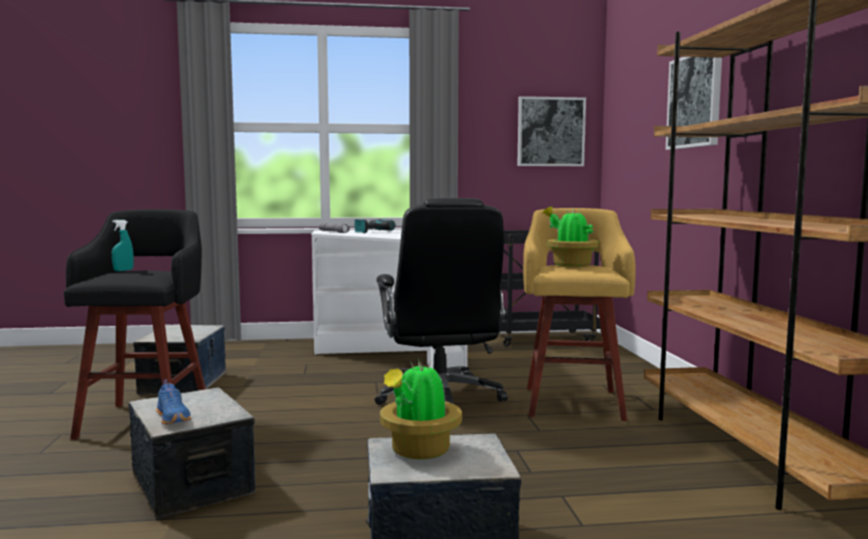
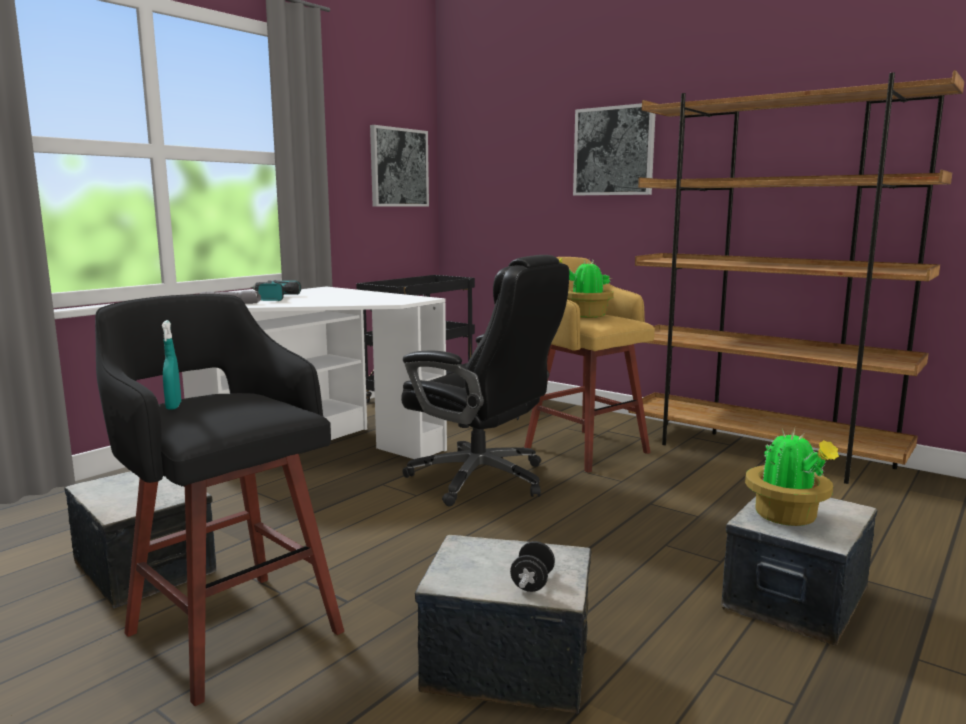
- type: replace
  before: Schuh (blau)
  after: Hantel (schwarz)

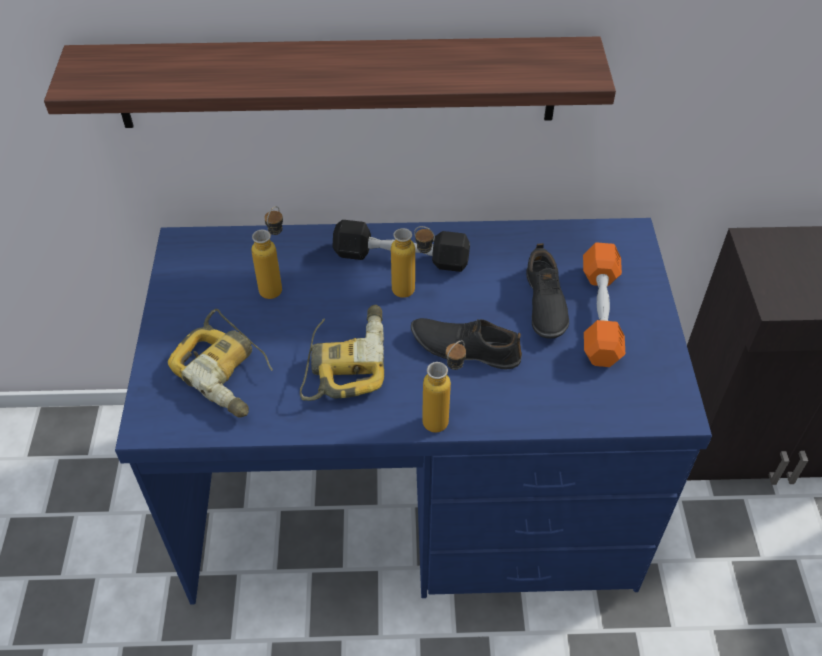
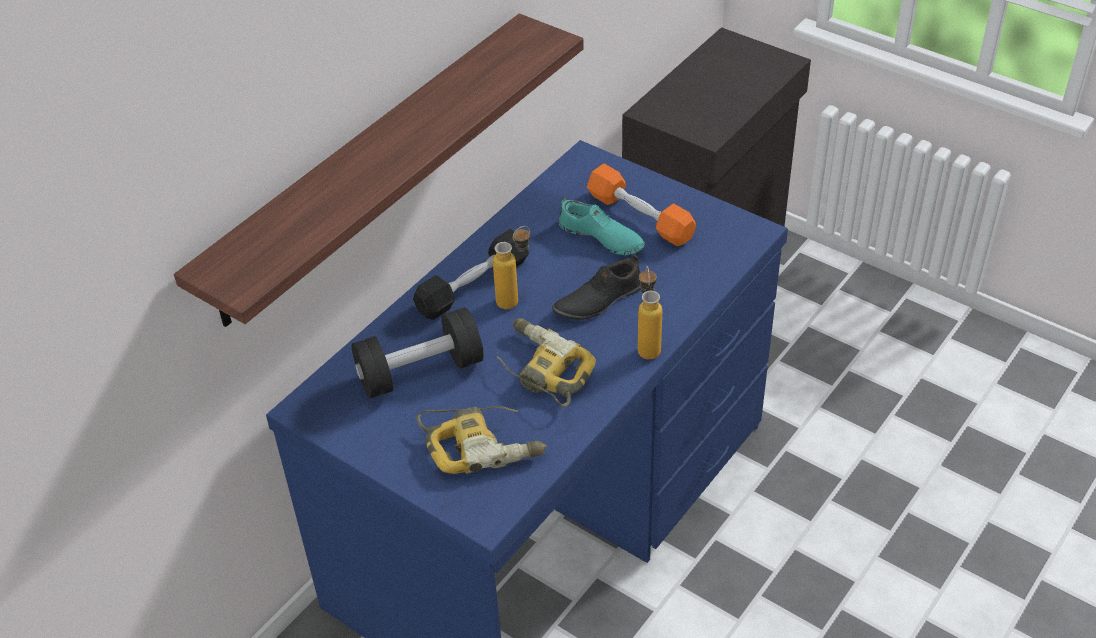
- type: replace
  before: Flasche (1st from left)
  after: Hantel (schwarz) (1st from left)
- type: recolor
  before: Schuh (schwarz) (2nd from left)
  after: Schuh (türkis)

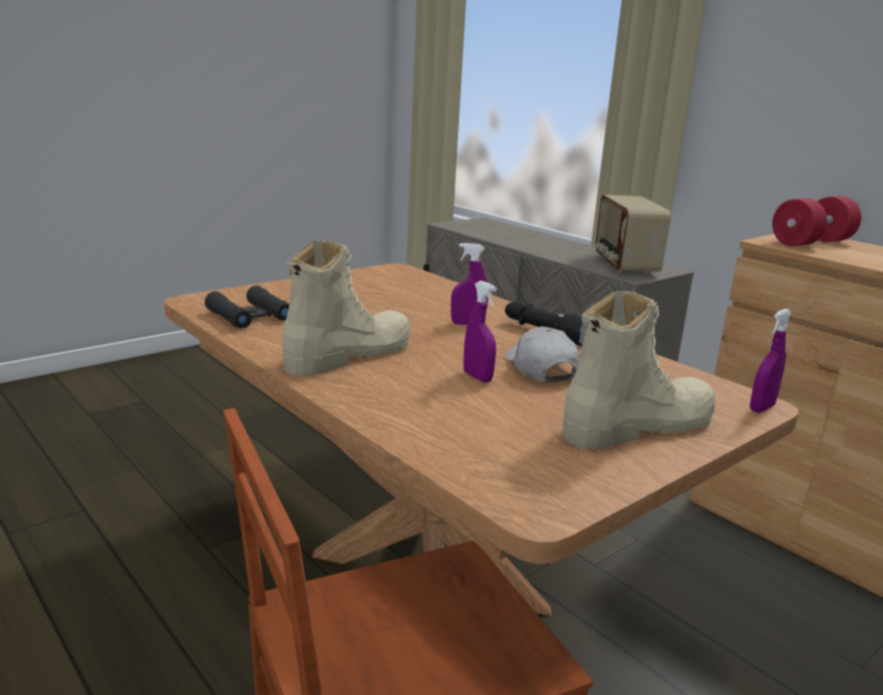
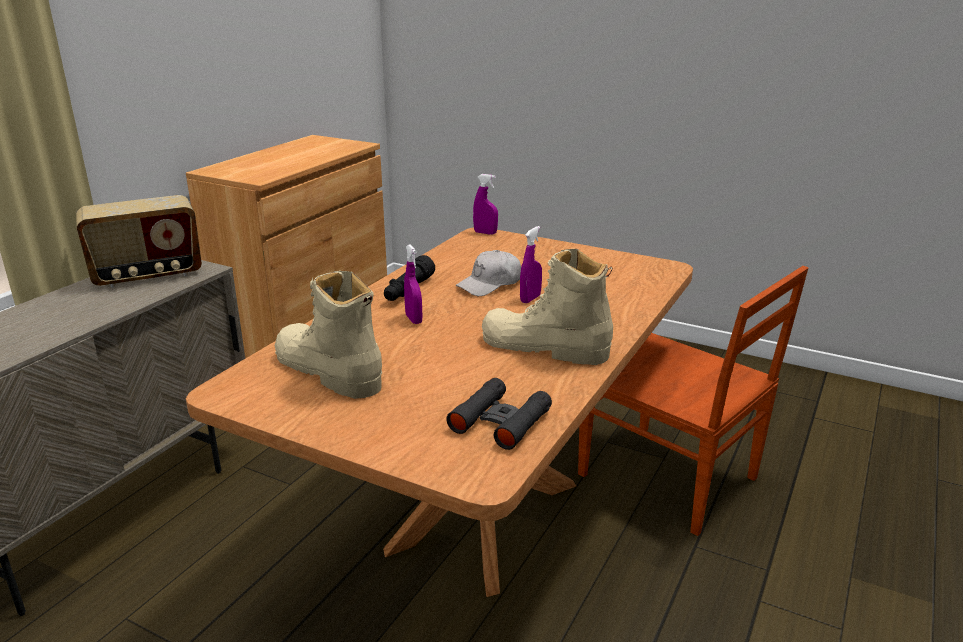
- type: move
  before: Stiefel (beige) (2nd from left in the first image)
  after: Stiefel (beige) (1st from left)
- type: delete
  before: Hantel (rot)

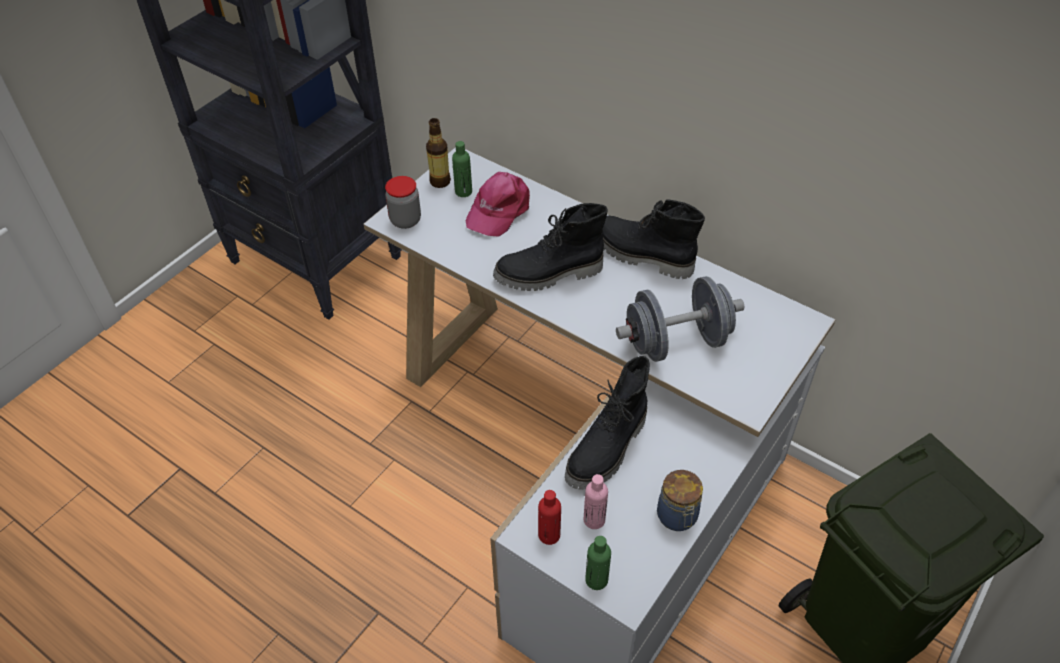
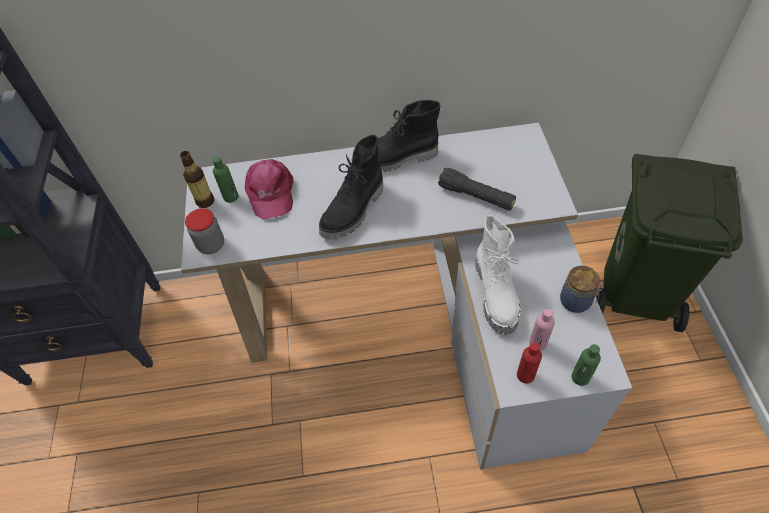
- type: recolor
  before: Stiefel (schwarz) (2nd from left)
  after: Stiefel (weiß)
- type: replace
  before: Hantel (grau)
  after: Taschenlampe (schwarz)

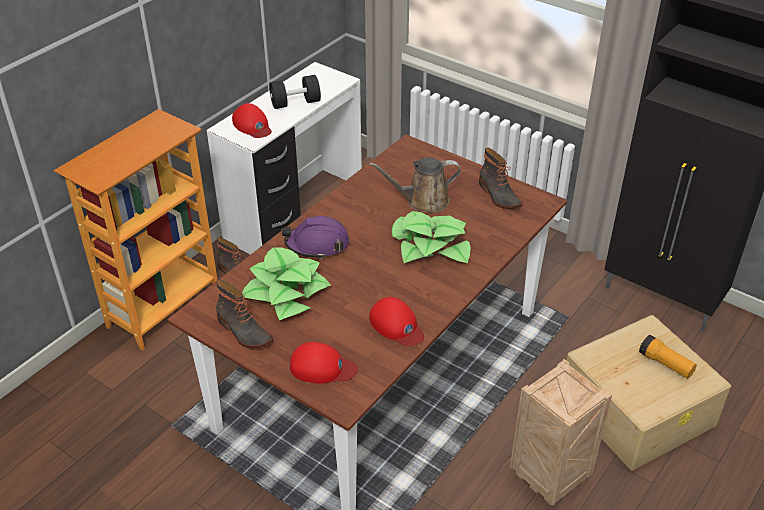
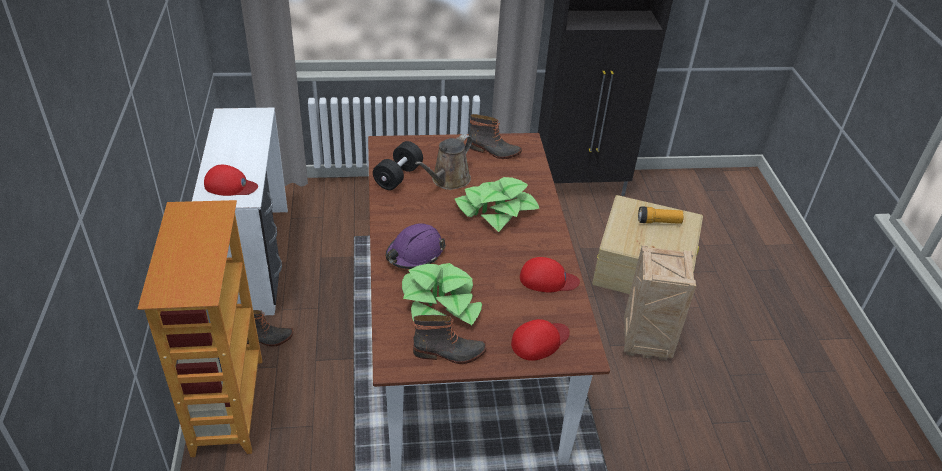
- type: move
  before: Hantel (schwarz)

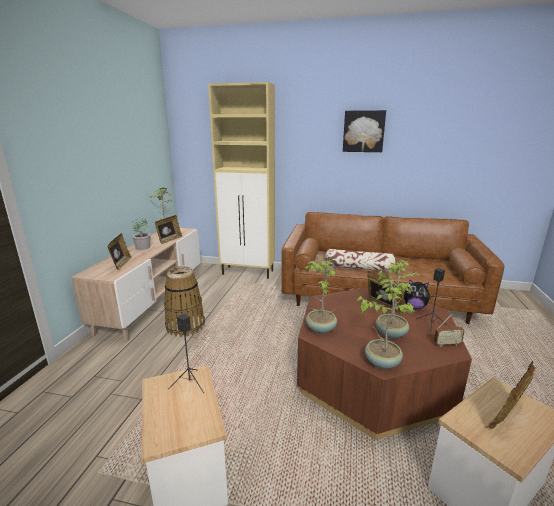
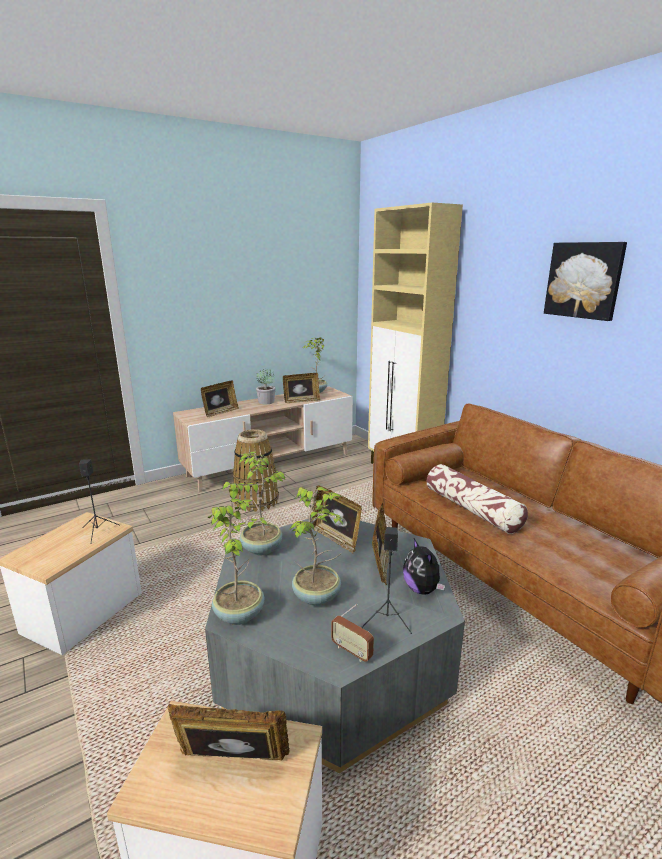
- type: recolor
  before: Couchtisch (braun)
  after: Couchtisch (grau)
- type: insert
  after: Bilderrahmen (4th from left)

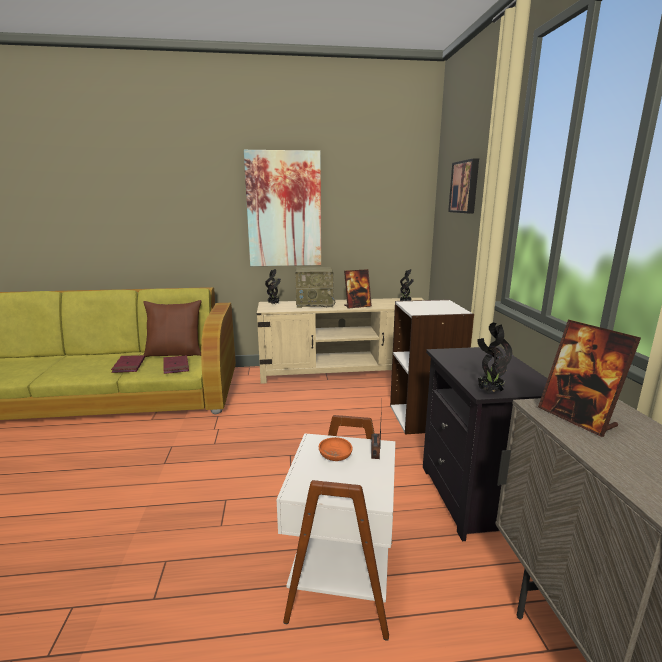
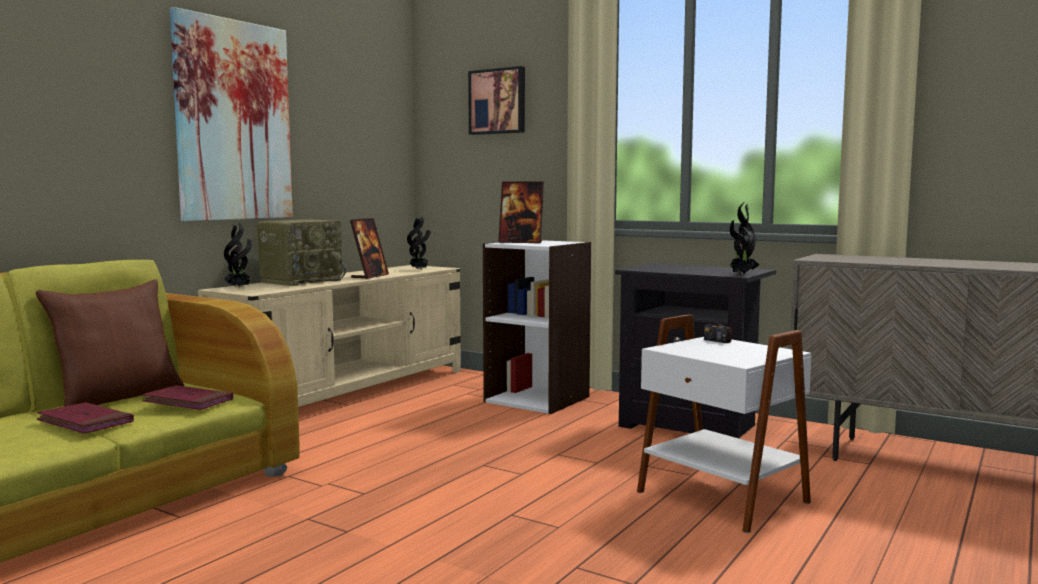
- type: delete
  before: Schüssel (orange)
- type: move
  before: Bilderrahmen (2nd from left)

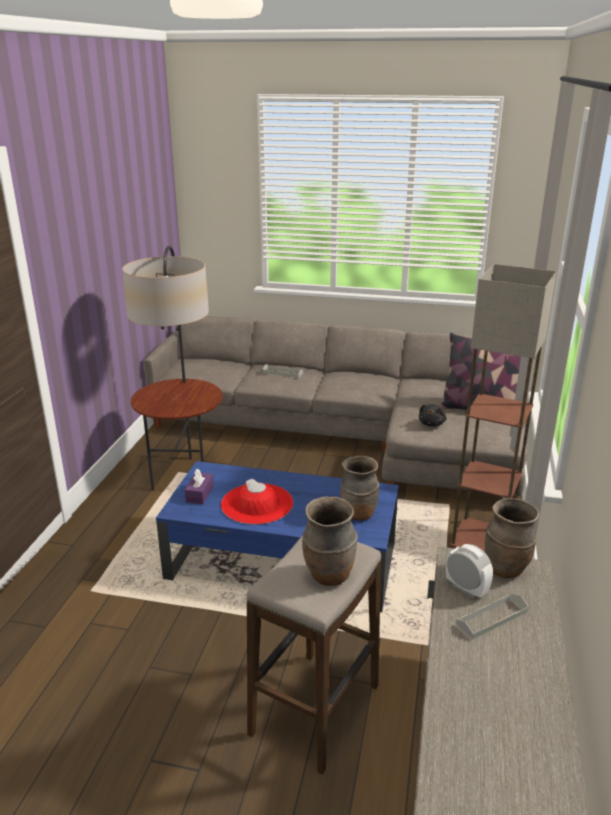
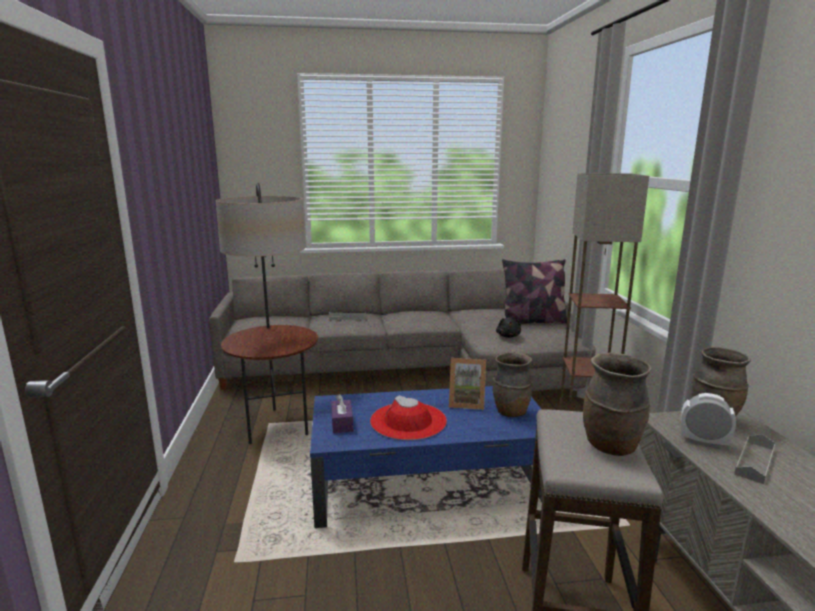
- type: insert
  after: Bilderrahmen

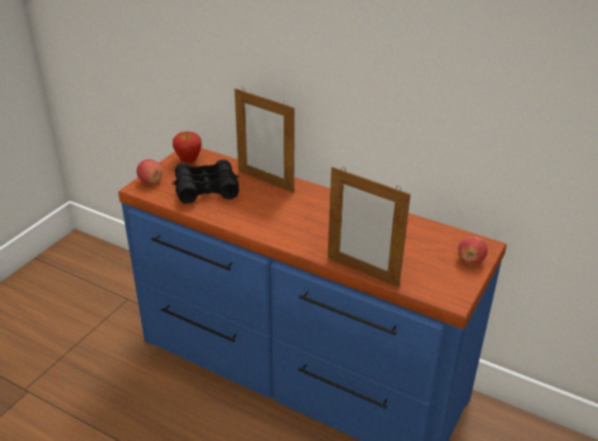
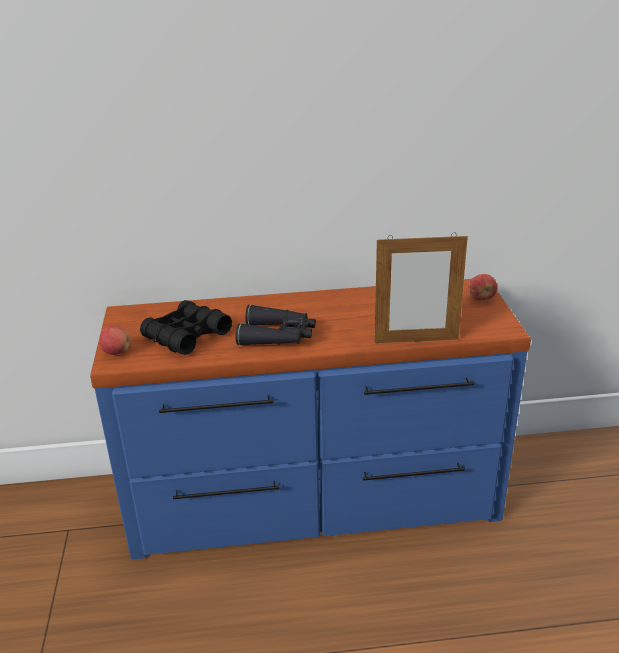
- type: delete
  before: Apfel (2nd from left)
- type: delete
  before: Bilderrahmen (1st from left)
- type: insert
  after: Fernglas (schwarz) (2nd from left)

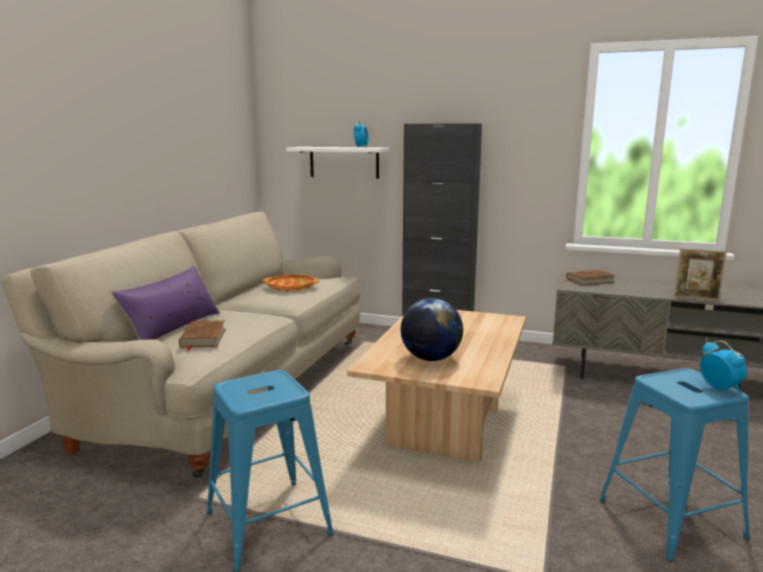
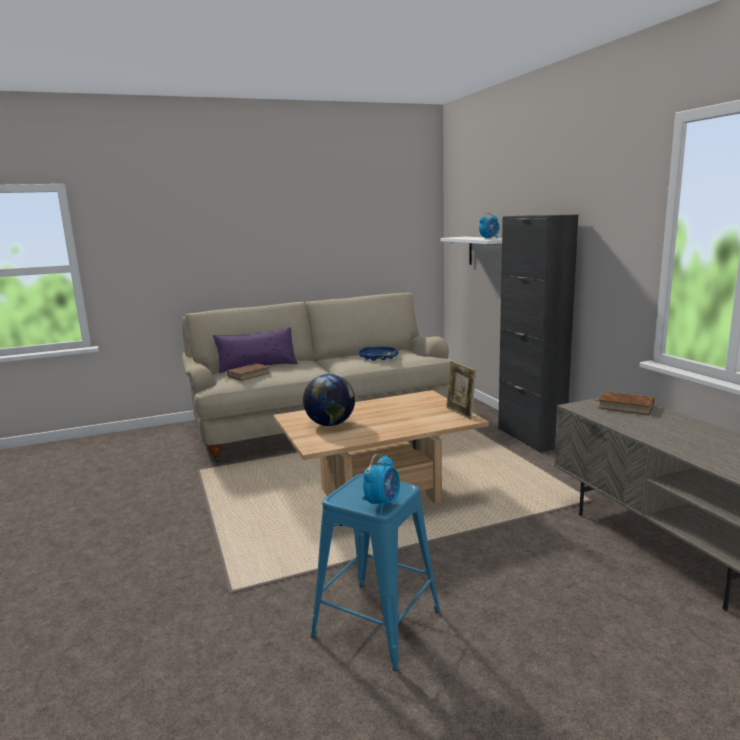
- type: delete
  before: Hocker (blau) (1st from left)
- type: recolor
  before: Tablett (orange)
  after: Tablett (blau)
- type: move
  before: Bilderrahmen

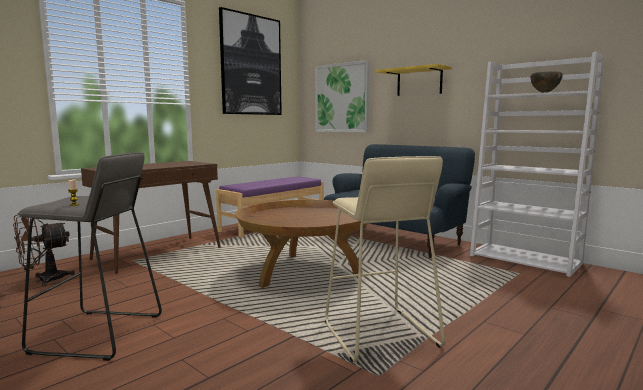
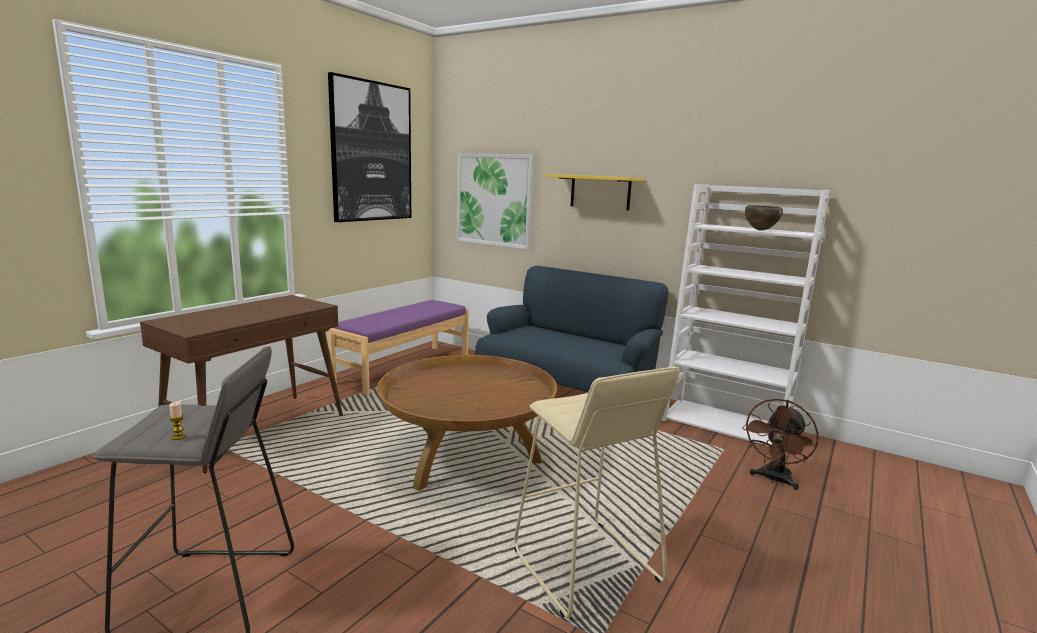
- type: move
  before: Ventilator (braun)

